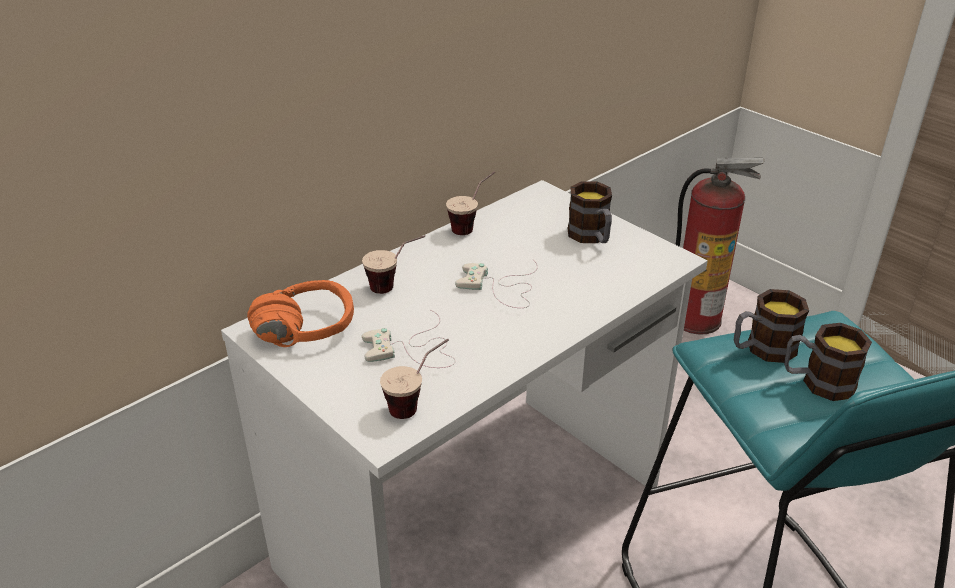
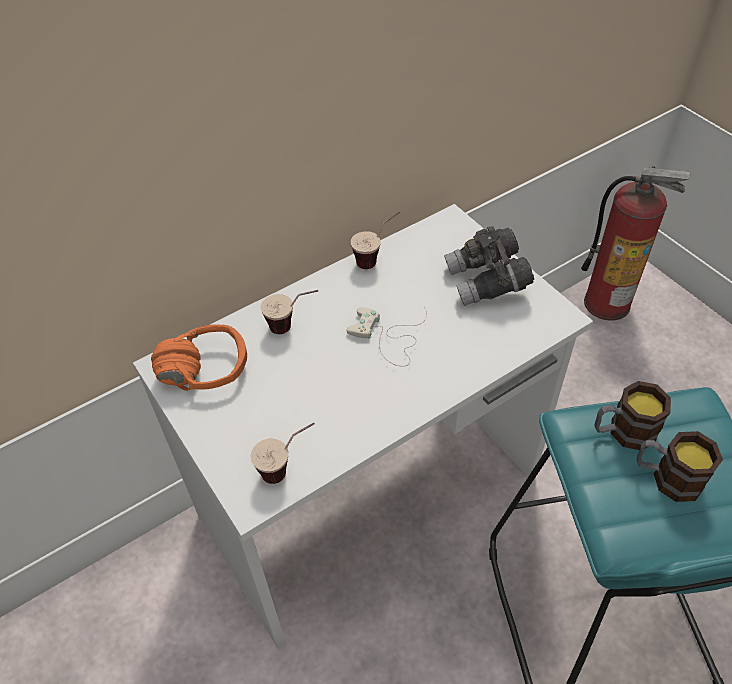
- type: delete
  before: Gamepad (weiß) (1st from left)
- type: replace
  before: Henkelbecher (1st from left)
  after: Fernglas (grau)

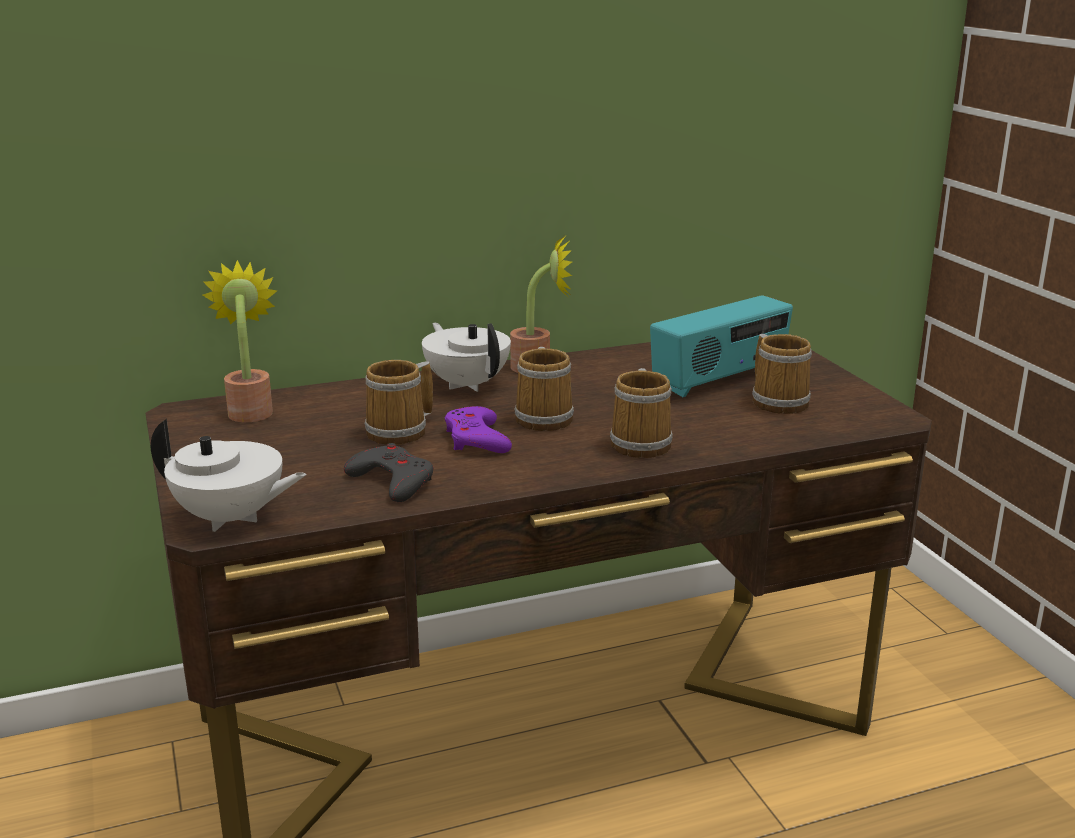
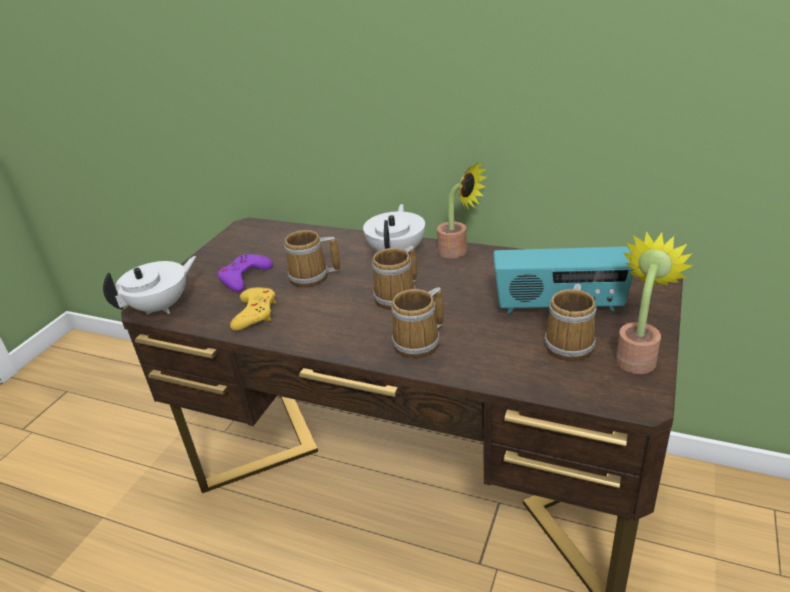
- type: rotate
  before: Teekanne (weiß) (1st from left)
  turn: -105
- type: move
  before: Topfpflanze (1st from left in the first image)
  after: Topfpflanze (2nd from left)
- type: recolor
  before: Gamepad (grau)
  after: Gamepad (gelb)
- type: move
  before: Gamepad (lila)

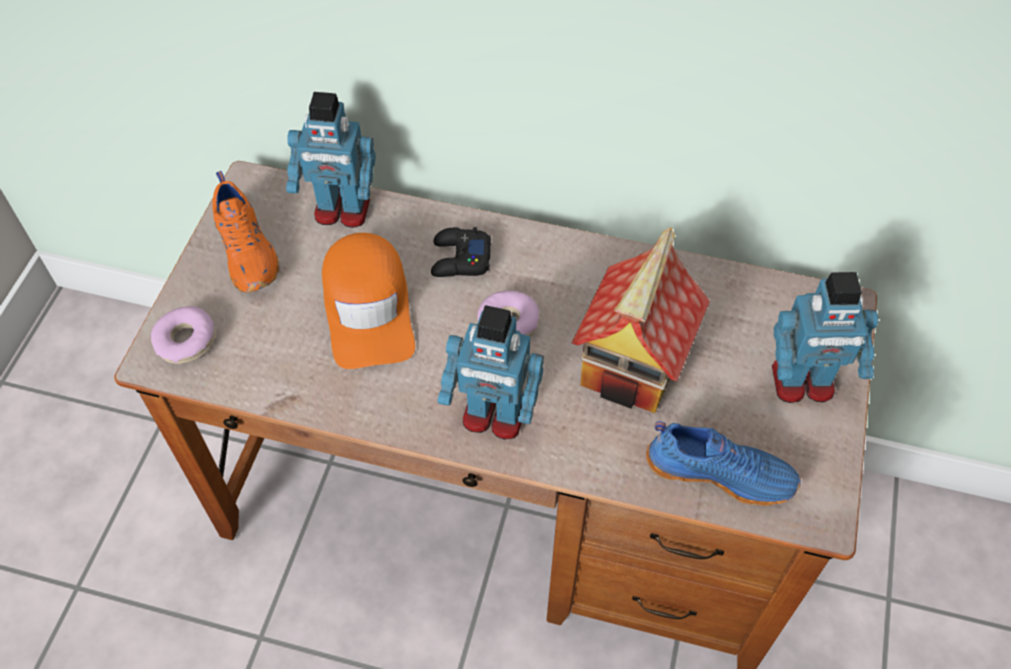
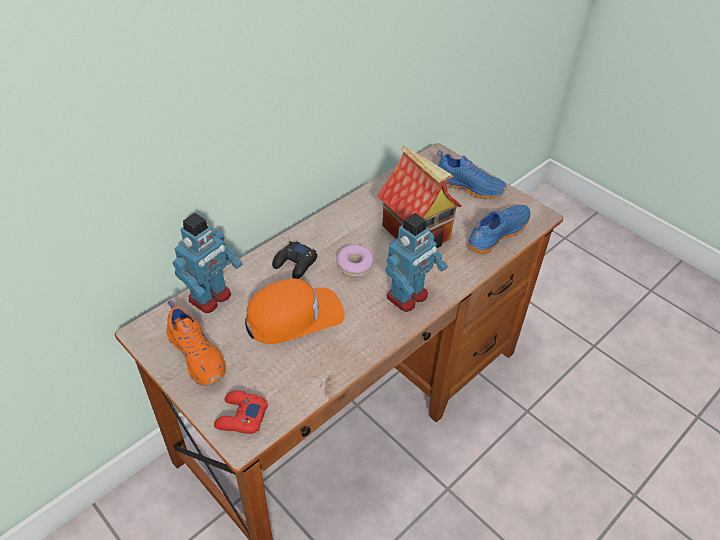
- type: replace
  before: Donut (1st from left)
  after: Gamepad (rot)
- type: rotate
  before: Schuh (orange)
  turn: 45
- type: rotate
  before: Kappe (orange)
  turn: -45
- type: replace
  before: Spielzeugroboter (3rd from left)
  after: Schuh (blau) (1st from left)

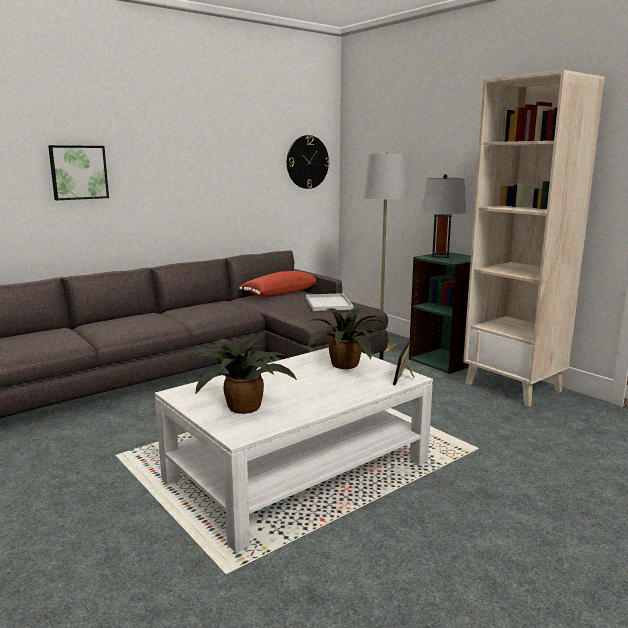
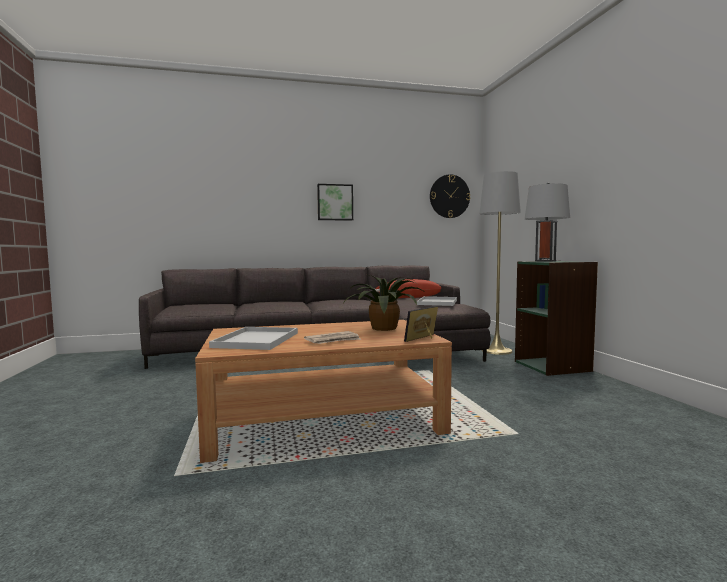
- type: move
  before: Bild
- type: recolor
  before: Couchtisch (weiß)
  after: Couchtisch (braun)
- type: replace
  before: Topfpflanze (1st from left)
  after: Tablett (weiß) (1st from left)
- type: delete
  before: Bücherregal (beige)
- type: insert
  after: Zeitung

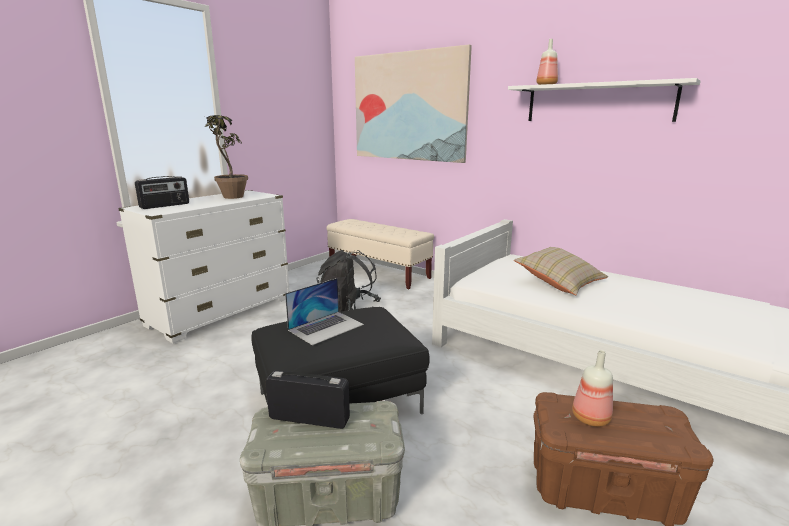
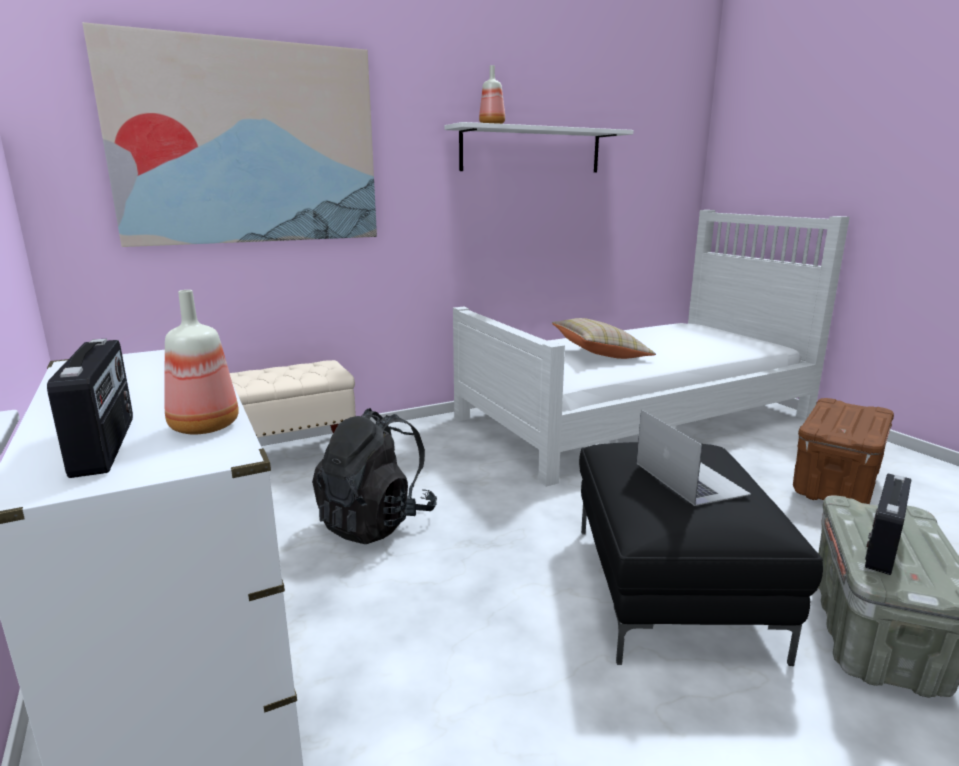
- type: delete
  before: Topfpflanze
- type: move
  before: Flasche (2nd from left in the first image)
  after: Flasche (1st from left)

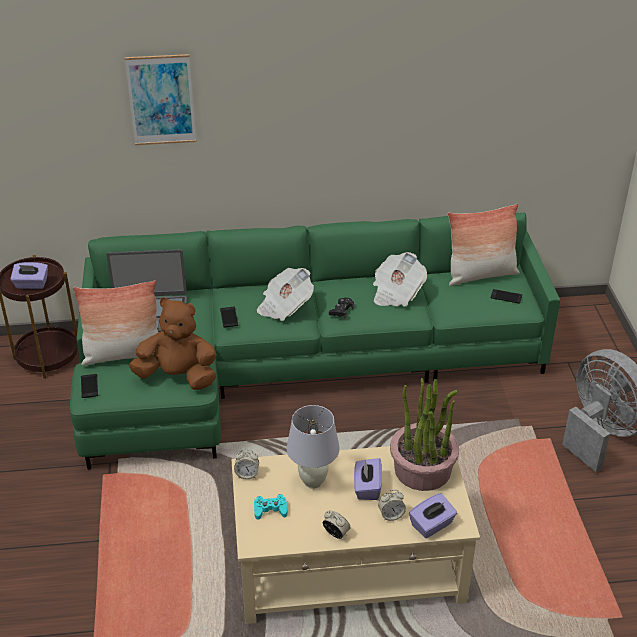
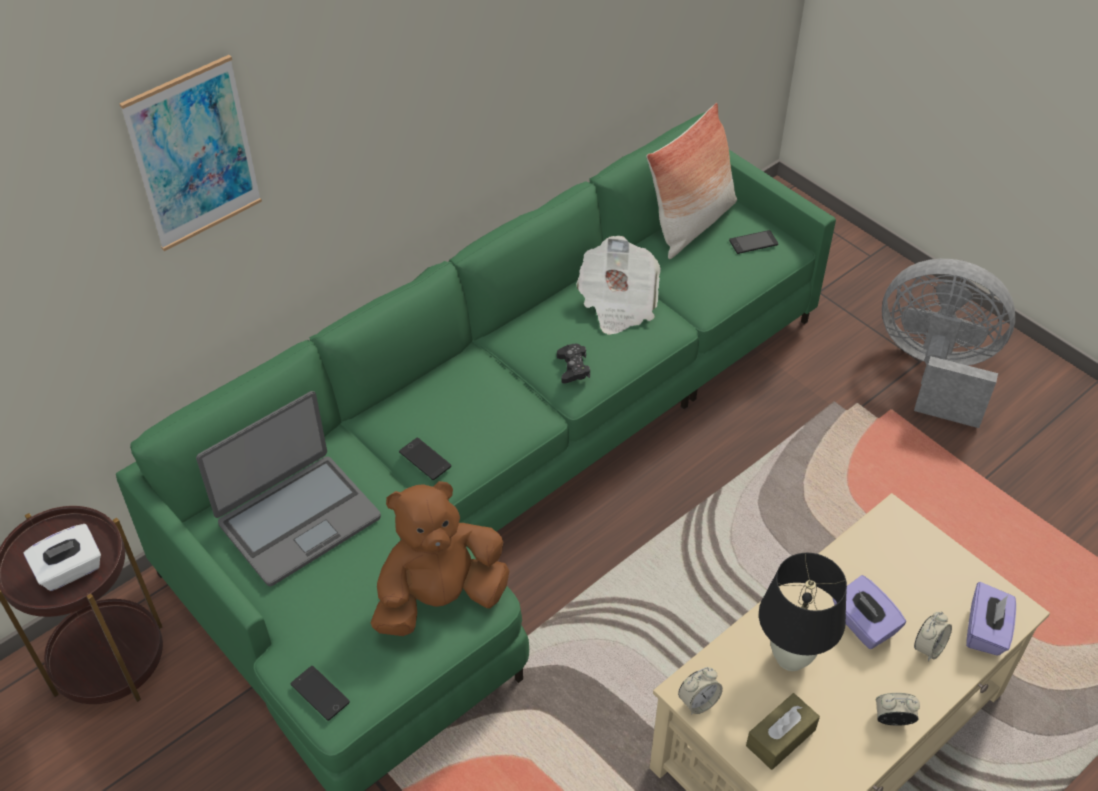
- type: recolor
  before: Taschentuchbox (lila) (1st from left)
  after: Taschentuchbox (weiß)
- type: delete
  before: Kissen (1st from left)
- type: replace
  before: Gamepad (türkis)
  after: Taschentuchbox (braun)
- type: delete
  before: Zeitung (1st from left)
- type: recolor
  before: Tischlampe (weiß)
  after: Tischlampe (schwarz)
- type: delete
  before: Topfpflanze

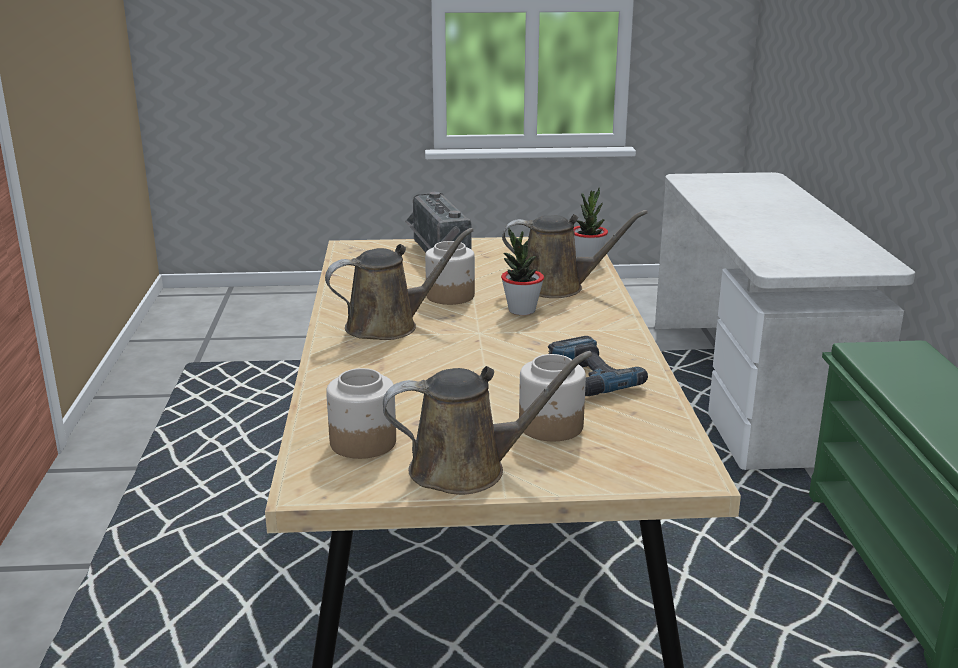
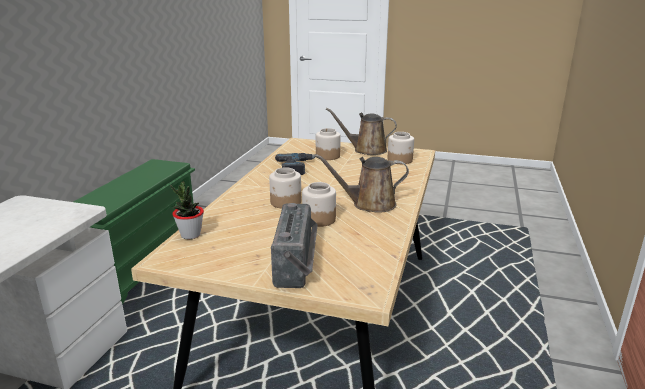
- type: replace
  before: Topfpflanze (1st from left)
  after: Vorratsglas (1st from left)
- type: delete
  before: Gießkanne (braun) (3rd from left)

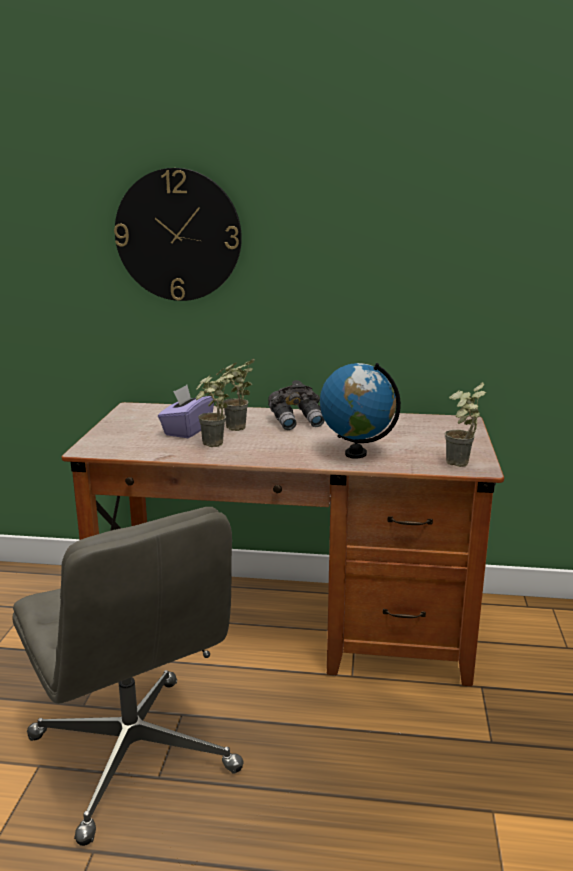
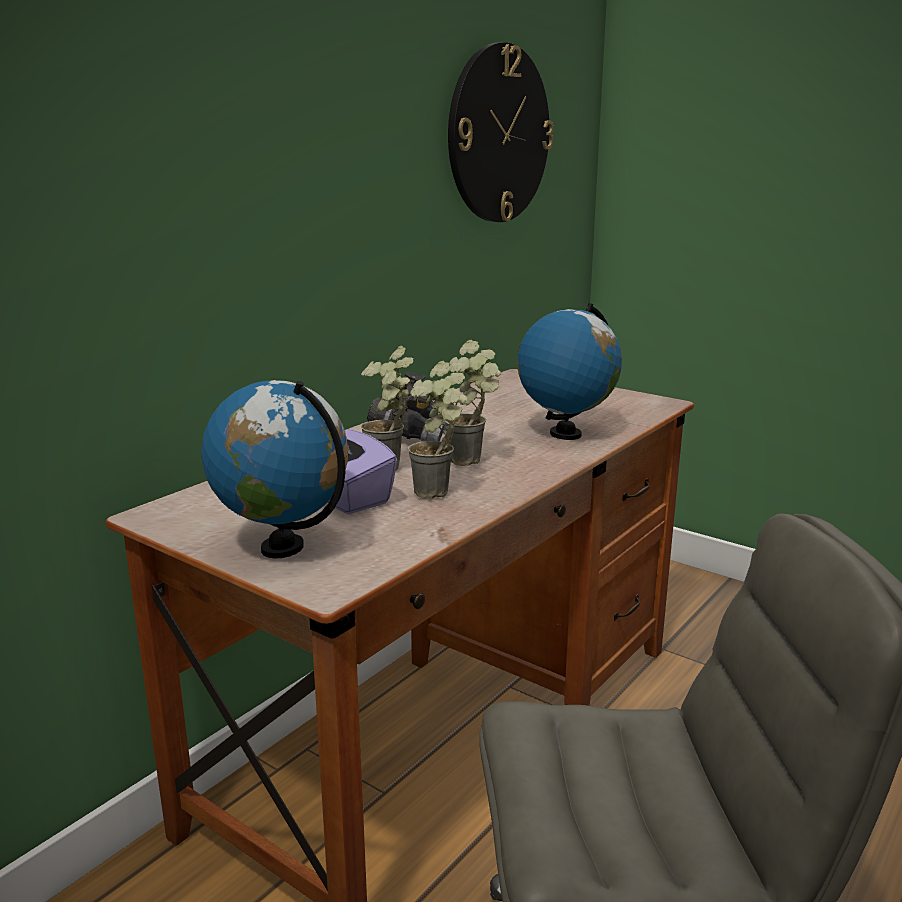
- type: move
  before: Wanduhr
- type: move
  before: Topfpflanze (3rd from left)
- type: insert
  after: Globus (1st from left)

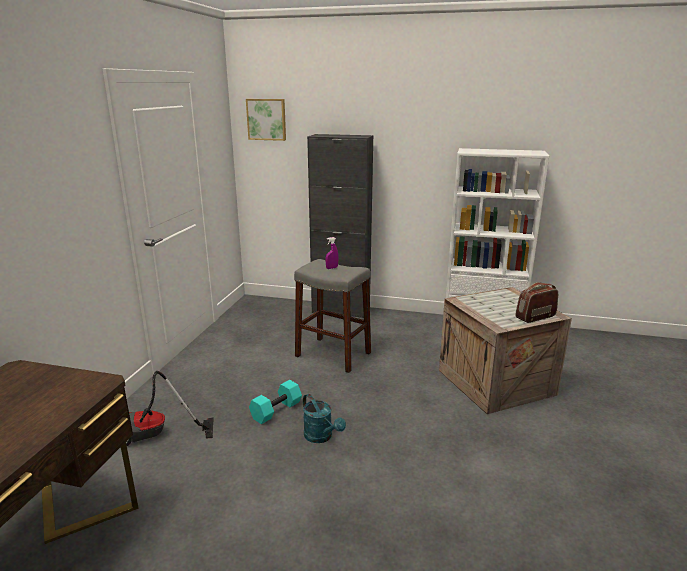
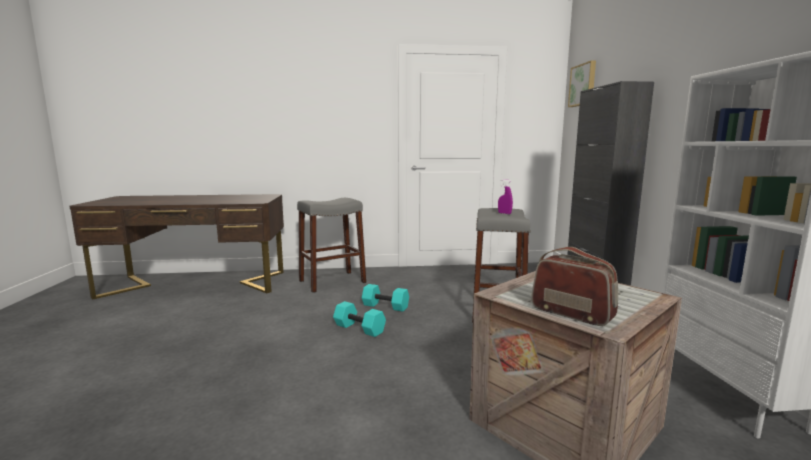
- type: replace
  before: Staubsauger
  after: Hocker (grau) (1st from left)
- type: replace
  before: Gießkanne (türkis)
  after: Hantel (türkis) (1st from left)

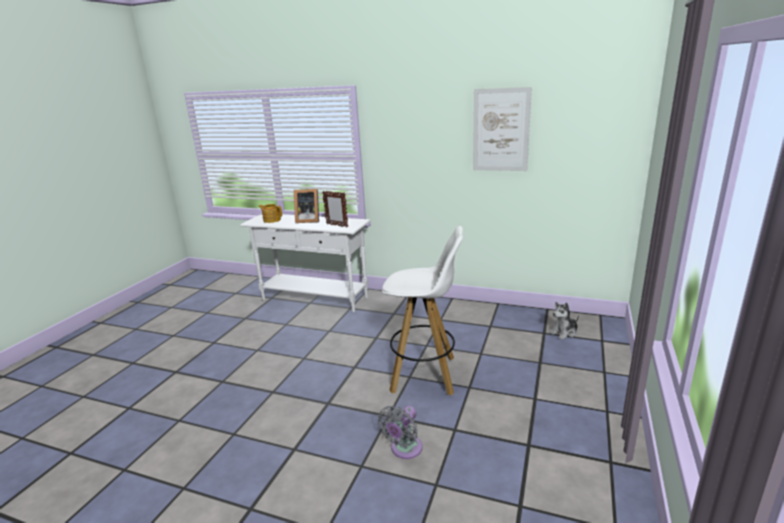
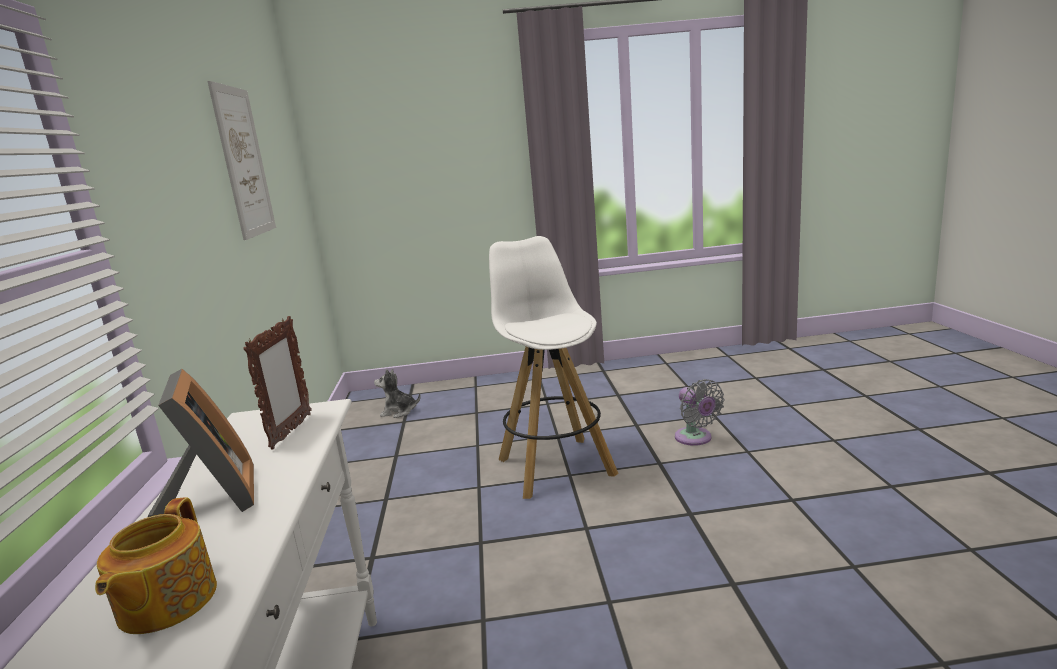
- type: rotate
  before: Ventilator (grau)
  turn: 60
- type: rotate
  before: Plüschtier
  turn: 150

